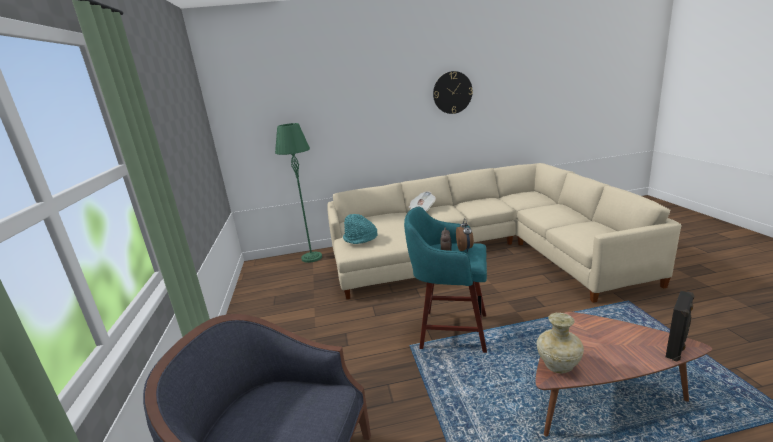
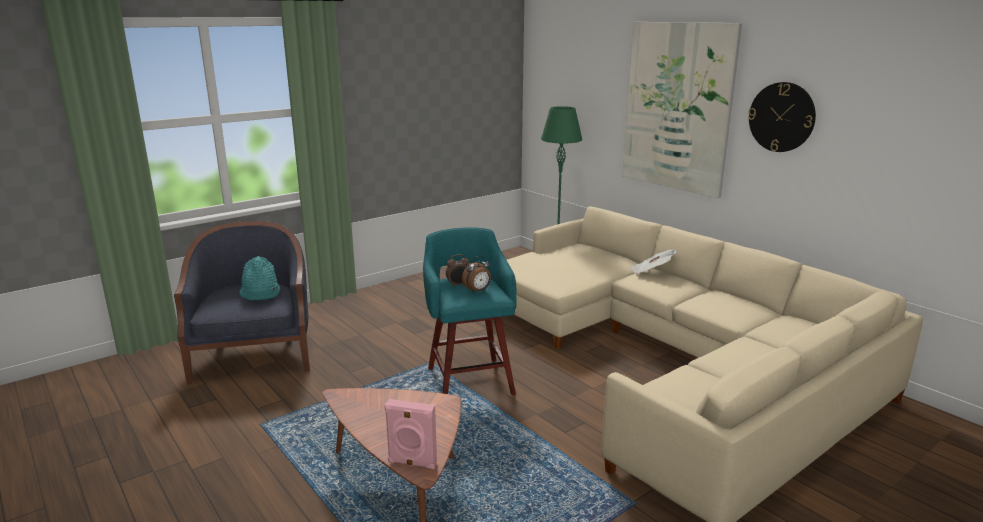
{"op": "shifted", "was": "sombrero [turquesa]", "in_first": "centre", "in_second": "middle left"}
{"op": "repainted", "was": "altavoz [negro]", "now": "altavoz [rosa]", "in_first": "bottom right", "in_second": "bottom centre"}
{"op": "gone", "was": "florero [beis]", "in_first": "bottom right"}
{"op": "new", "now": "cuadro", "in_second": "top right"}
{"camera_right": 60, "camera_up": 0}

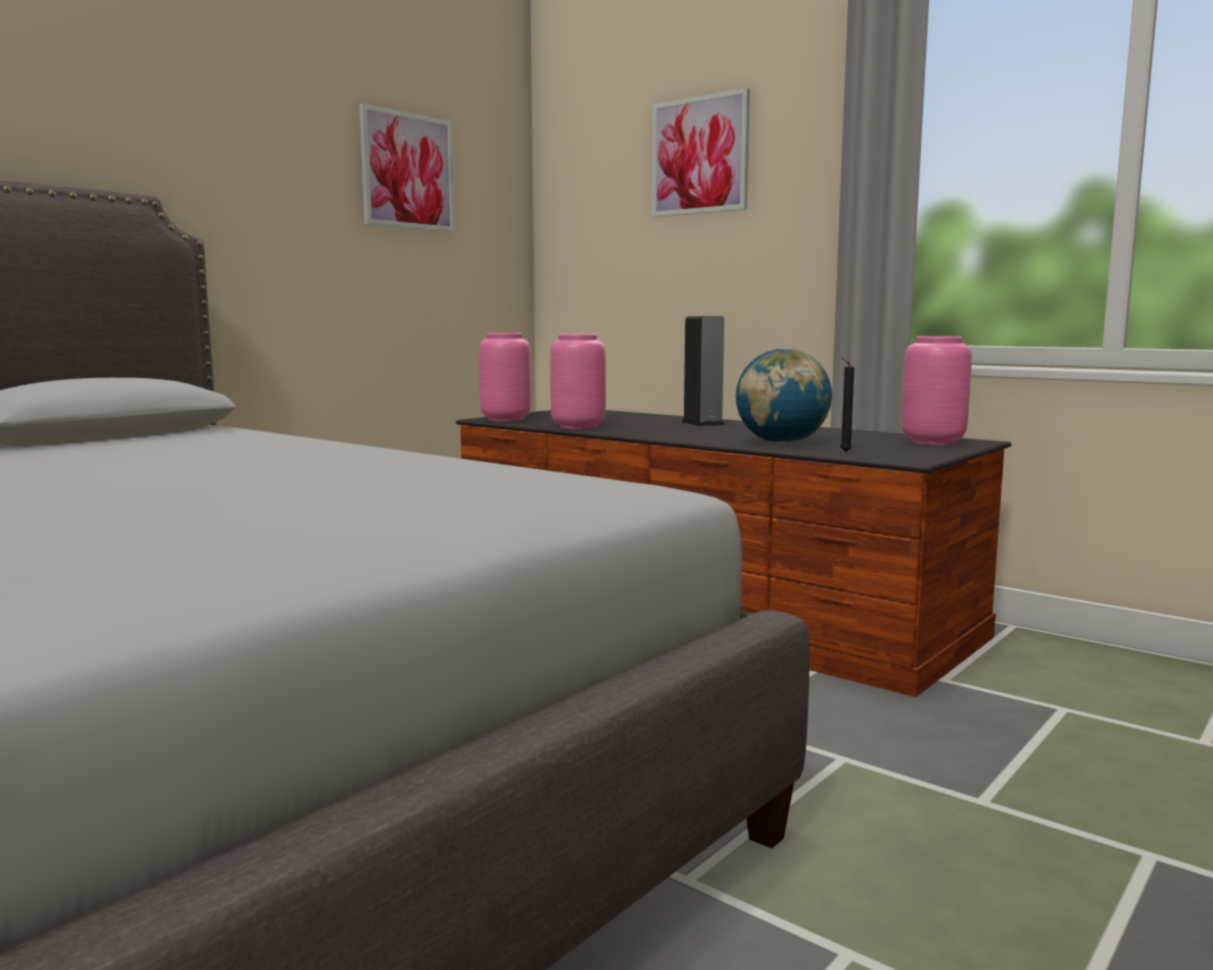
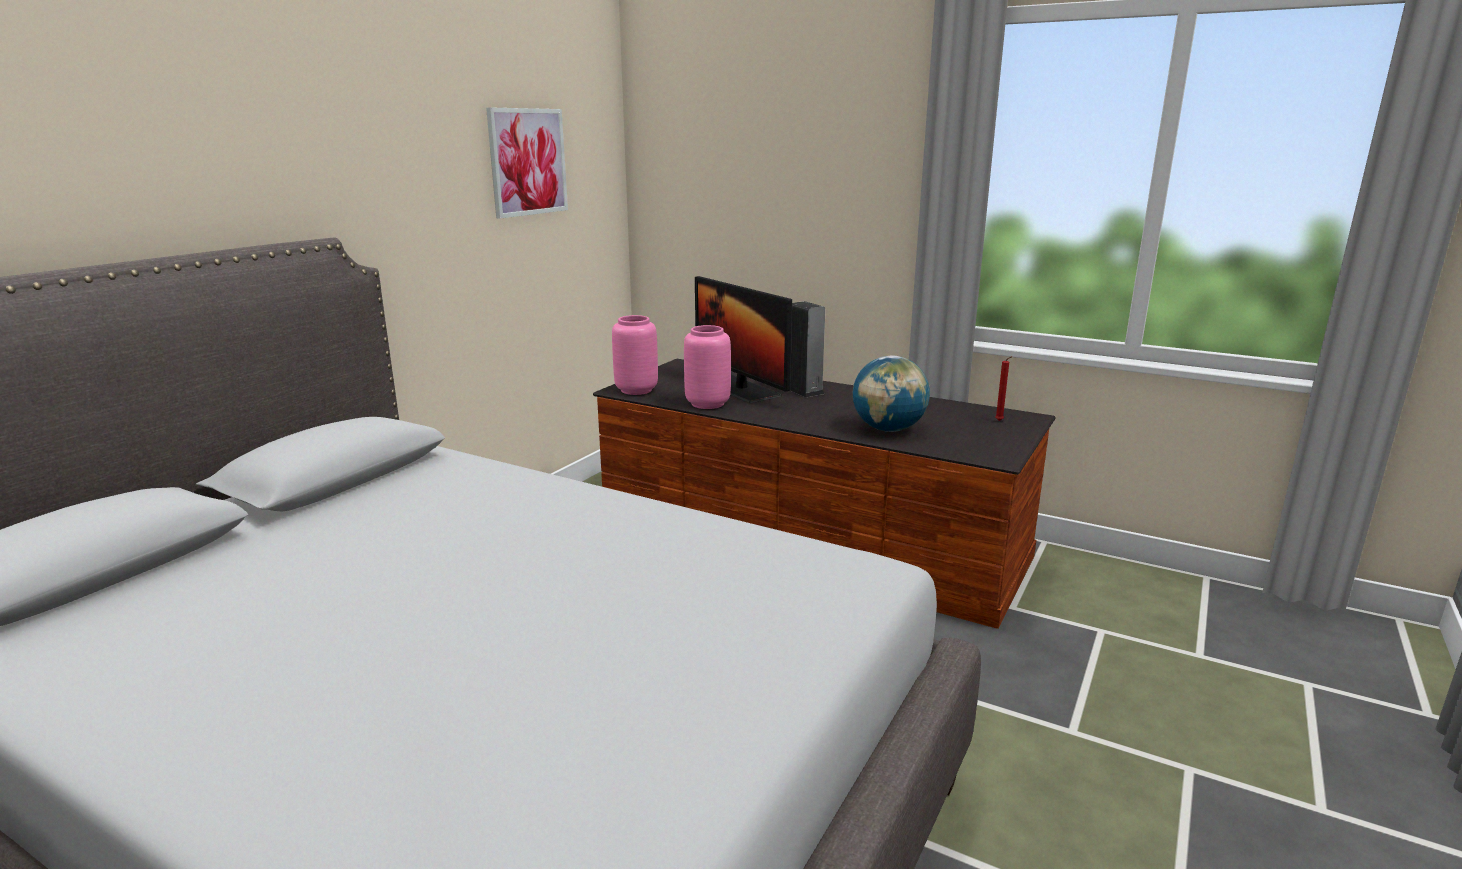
{"op": "gone", "was": "cuadro (no. 2 from left)", "in_first": "top centre"}
{"op": "swapped", "was": "florero [rosa] (no. 3 from left)", "now": "vela [rojo]", "in_first": "middle right", "in_second": "middle right"}
{"op": "gone", "was": "vela [negro]", "in_first": "middle right"}
{"op": "new", "now": "monitor", "in_second": "centre"}
{"camera_right": -10, "camera_up": 10}

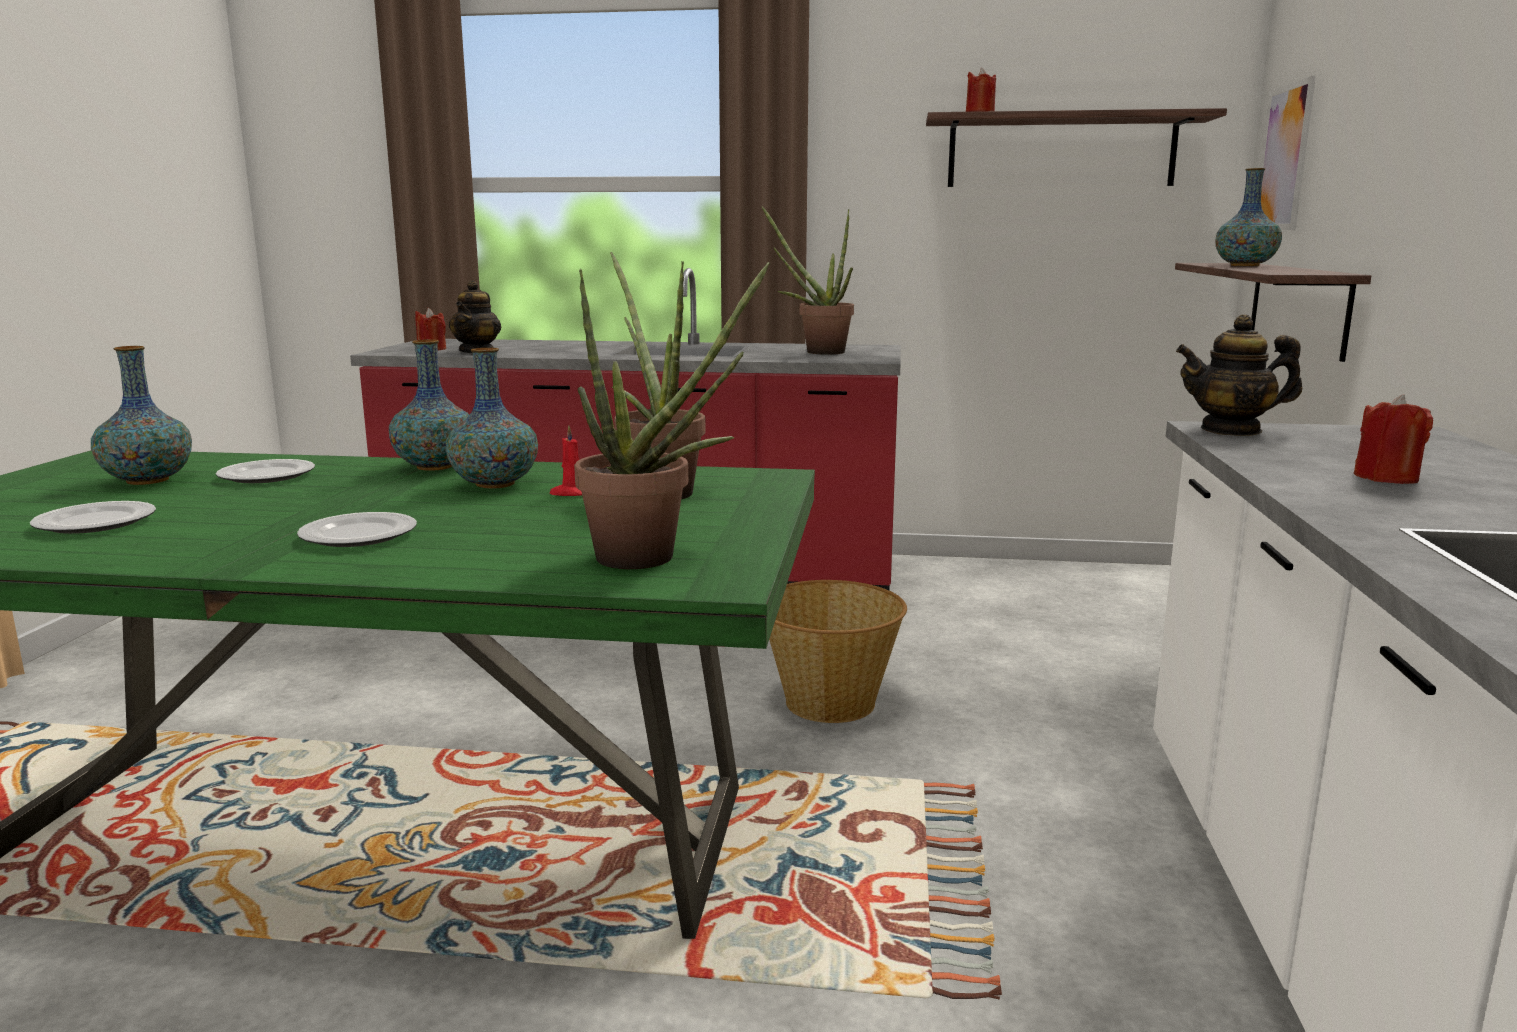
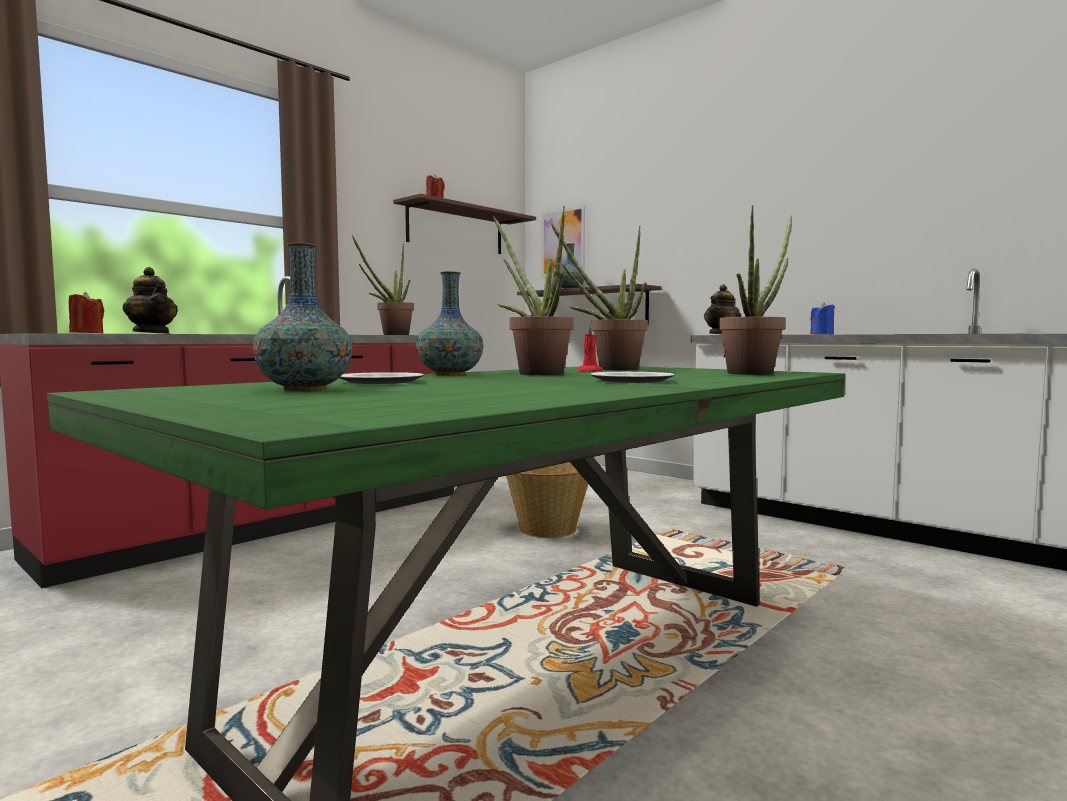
{"op": "swapped", "was": "florero (no. 3 from left)", "now": "planta en maceta (no. 2 from left)", "in_first": "middle left", "in_second": "centre"}
{"op": "repainted", "was": "vela [rojo] (no. 4 from left)", "now": "vela [azul]", "in_first": "middle right", "in_second": "middle right"}
{"op": "gone", "was": "plato (no. 1 from left)", "in_first": "middle left"}
{"camera_right": -55, "camera_up": -10}

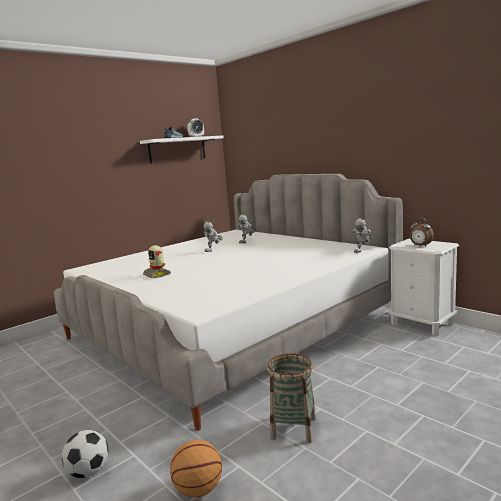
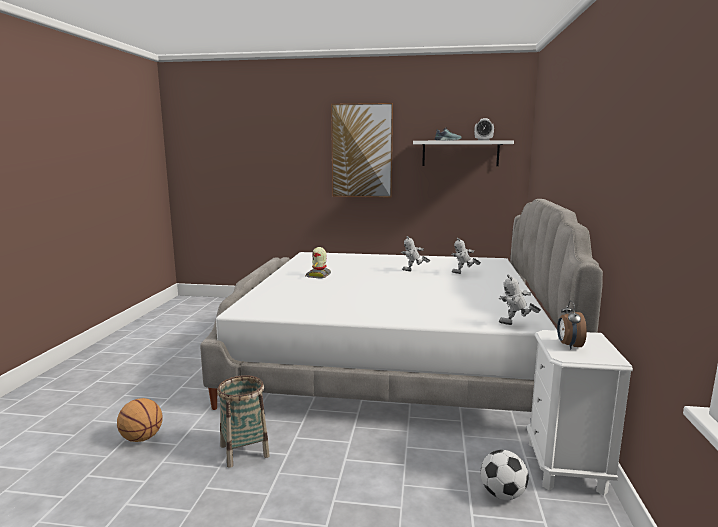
{"op": "shifted", "was": "balón de fútbol", "in_first": "bottom left", "in_second": "bottom right"}
{"op": "new", "now": "cuadro", "in_second": "top centre"}
{"camera_right": 50, "camera_up": 0}

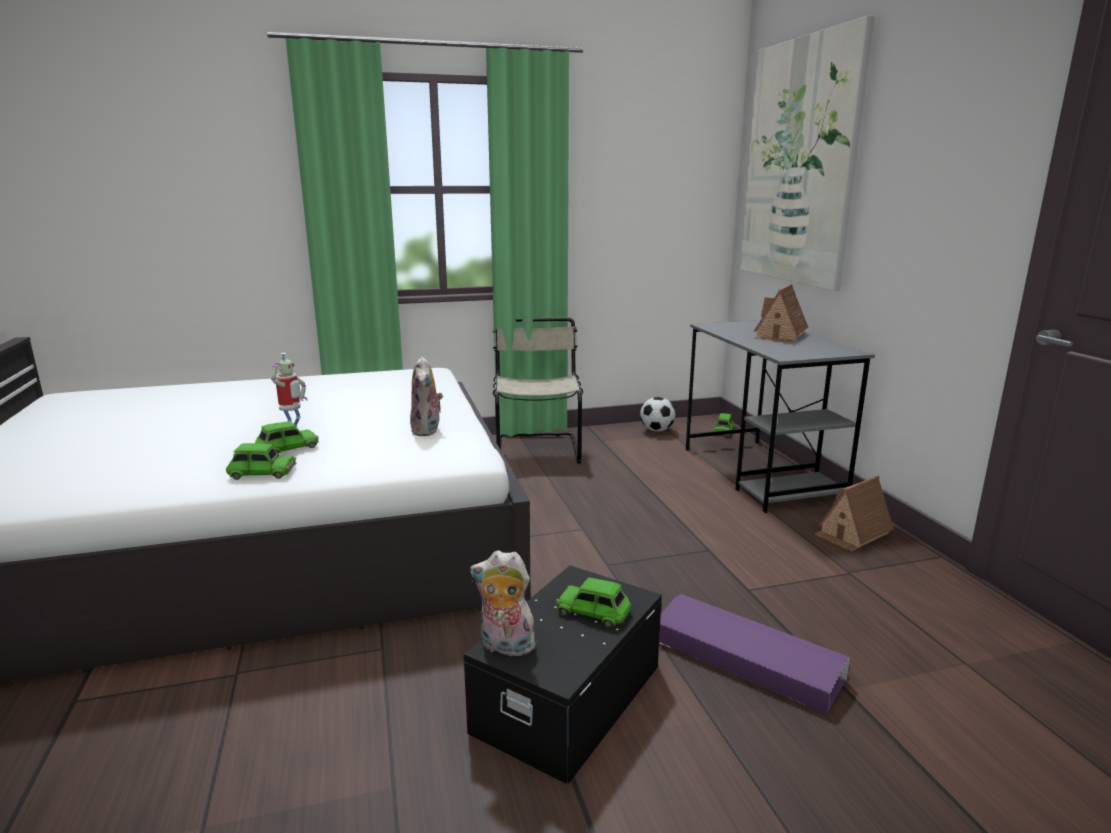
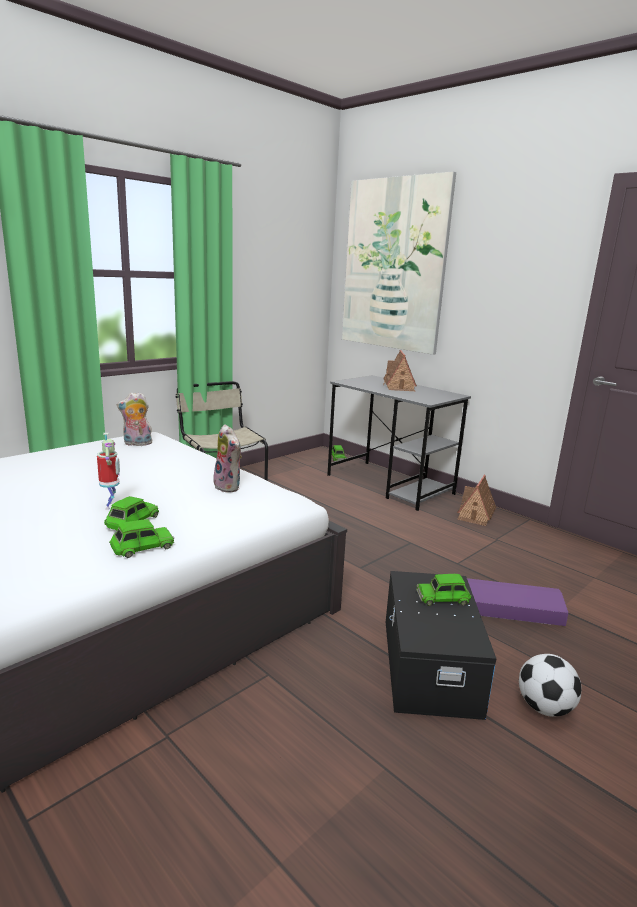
{"op": "shifted", "was": "balón de fútbol", "in_first": "centre", "in_second": "bottom right"}
{"op": "shifted", "was": "peluche (no. 2 from left in the first image)", "now": "peluche (no. 1 from left)", "in_first": "bottom centre", "in_second": "middle left"}
{"camera_right": -30, "camera_up": 0}

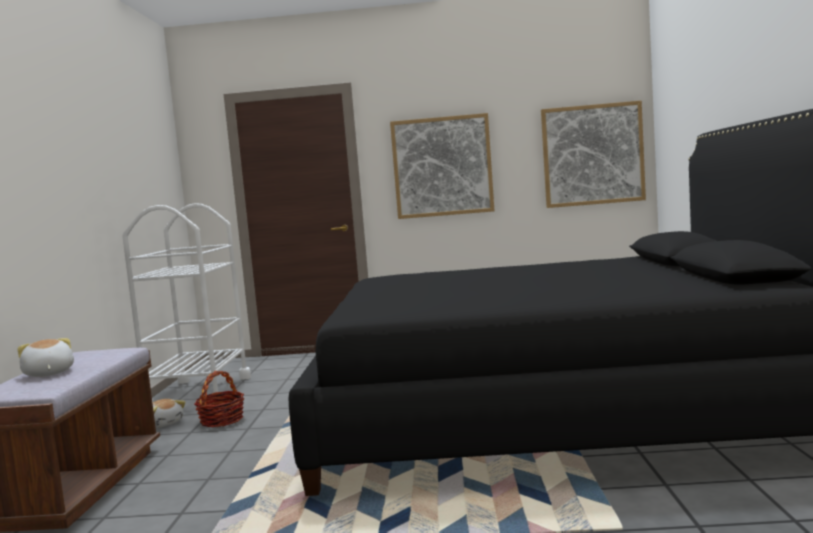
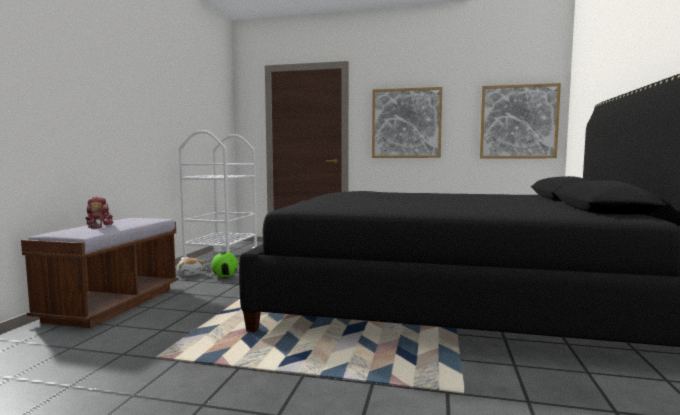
{"op": "swapped", "was": "peluche (no. 1 from left)", "now": "robot de juguete", "in_first": "bottom left", "in_second": "middle left"}
{"op": "swapped", "was": "cesta", "now": "balón de fútbol", "in_first": "bottom left", "in_second": "middle left"}
{"camera_right": 10, "camera_up": 0}

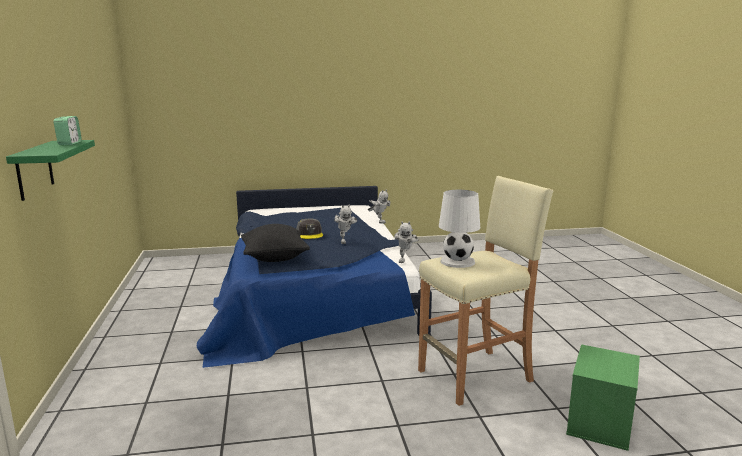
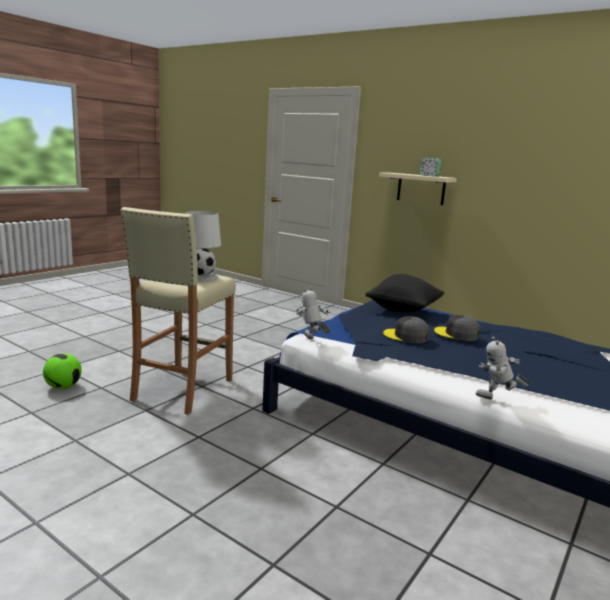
{"op": "repainted", "was": "estante [verde]", "now": "estante [beis]", "in_first": "middle left", "in_second": "top right"}
{"op": "swapped", "was": "robot de juguete (no. 1 from left)", "now": "gorra [gris] (no. 1 from left)", "in_first": "centre", "in_second": "centre"}
{"op": "swapped", "was": "caja de almacenaje [verde]", "now": "balón de fútbol", "in_first": "bottom right", "in_second": "middle left"}
{"camera_right": 135, "camera_up": 0}

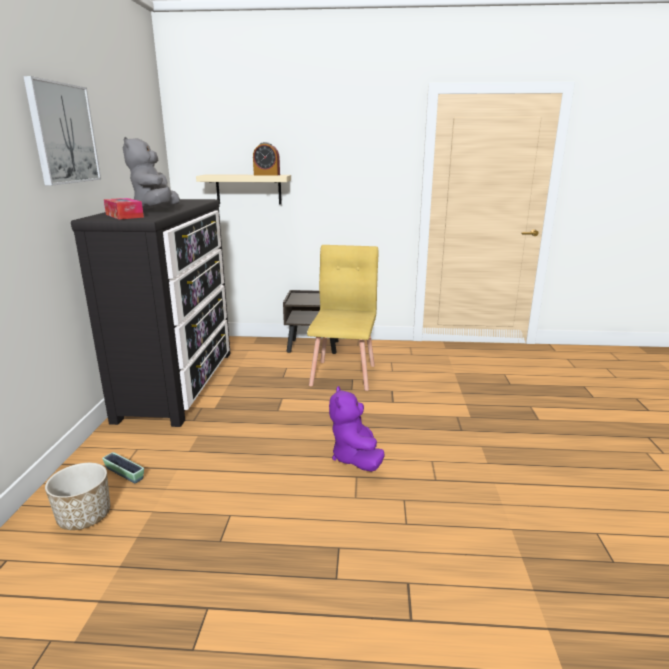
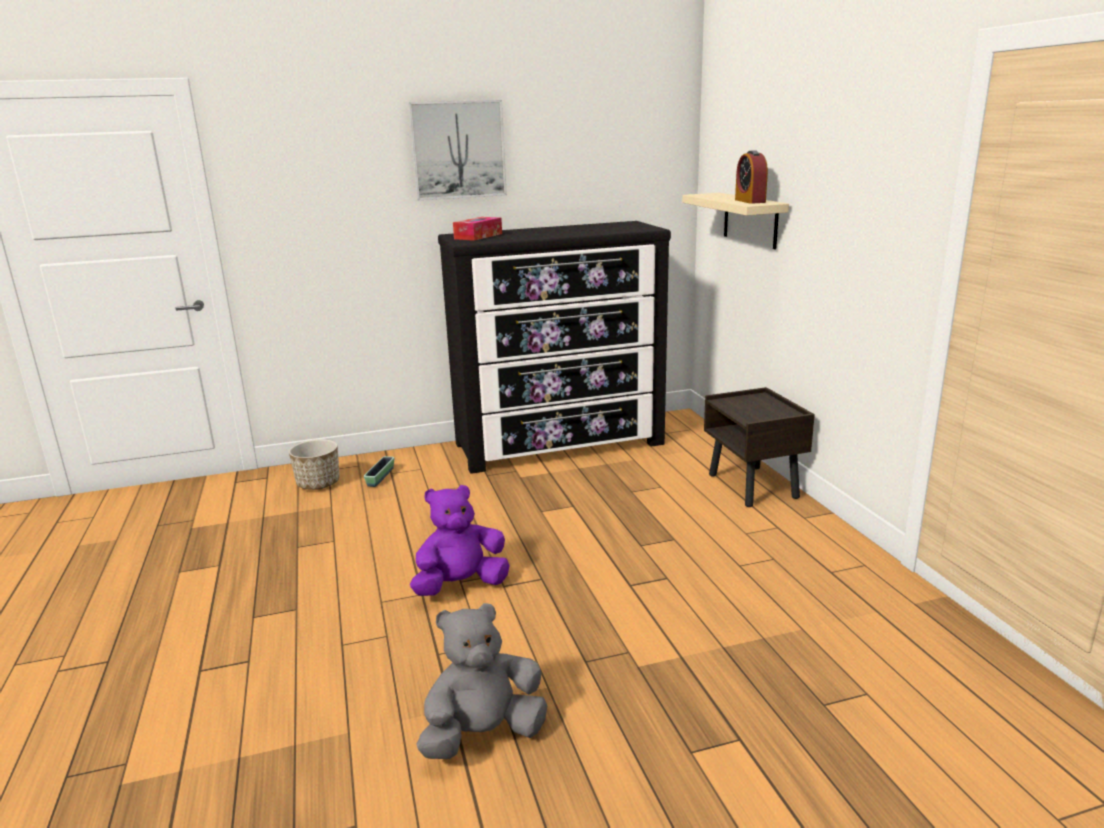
{"op": "shifted", "was": "peluche [gris]", "in_first": "top left", "in_second": "bottom centre"}
{"op": "gone", "was": "silla [amarillo]", "in_first": "centre"}
{"camera_right": 70, "camera_up": 0}

